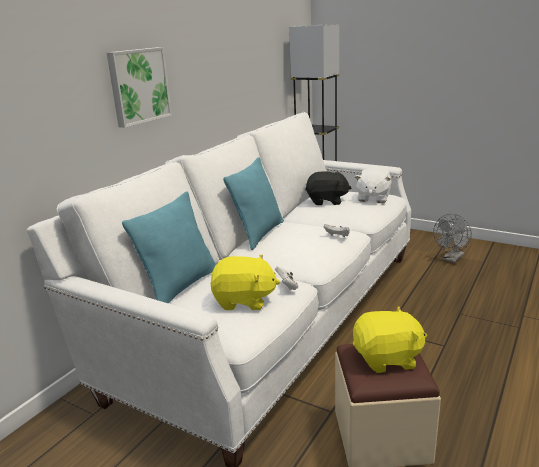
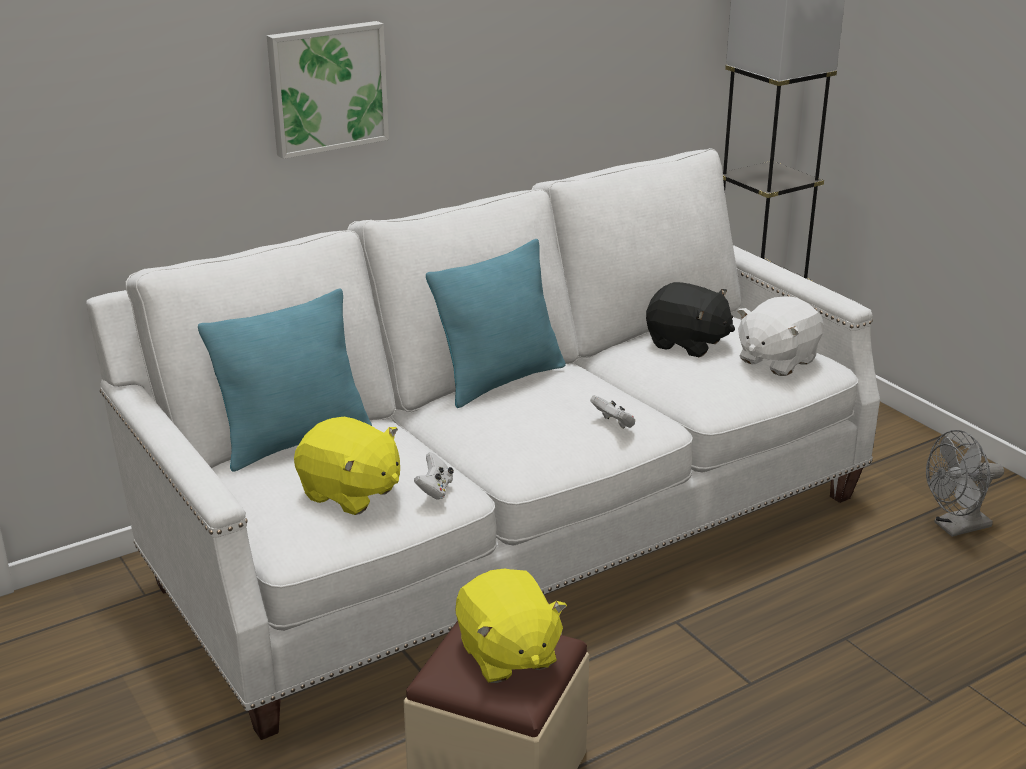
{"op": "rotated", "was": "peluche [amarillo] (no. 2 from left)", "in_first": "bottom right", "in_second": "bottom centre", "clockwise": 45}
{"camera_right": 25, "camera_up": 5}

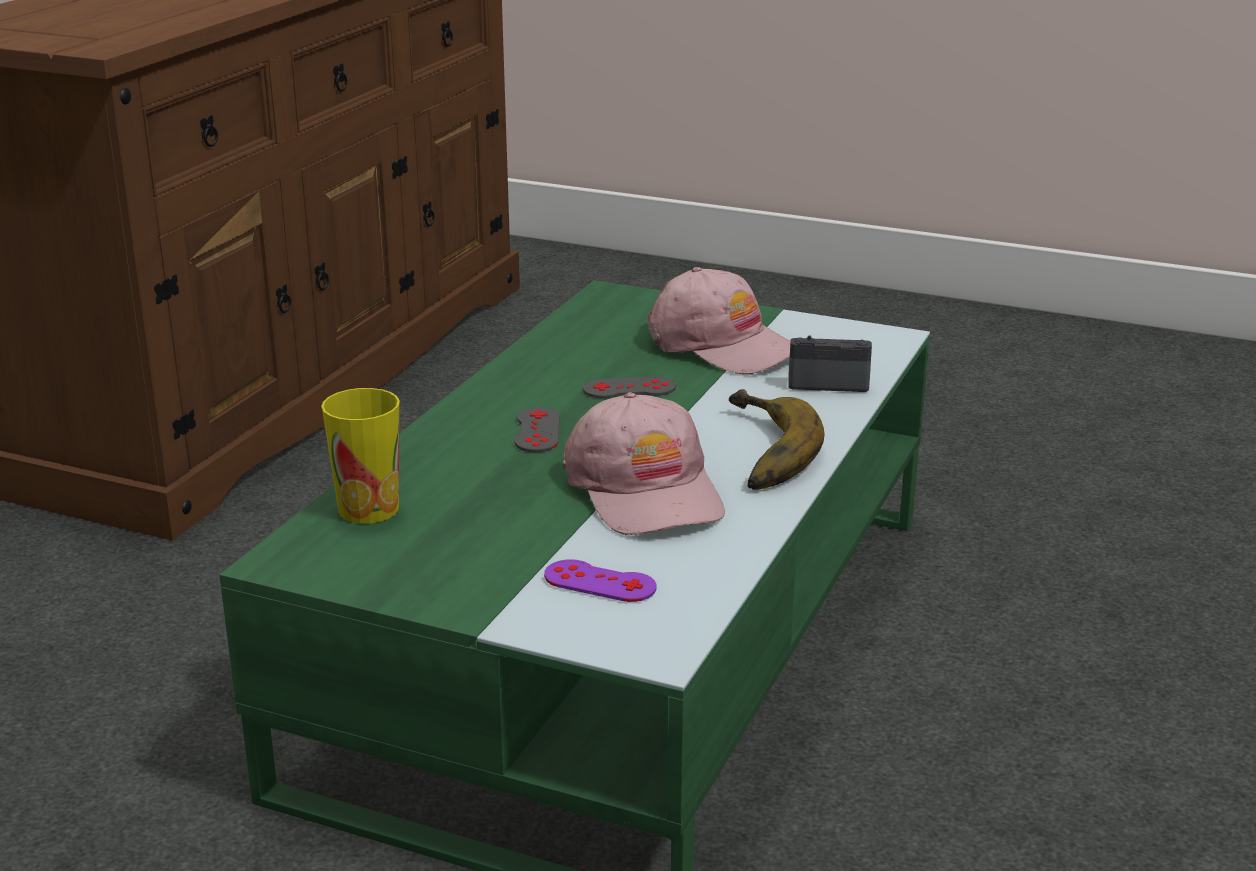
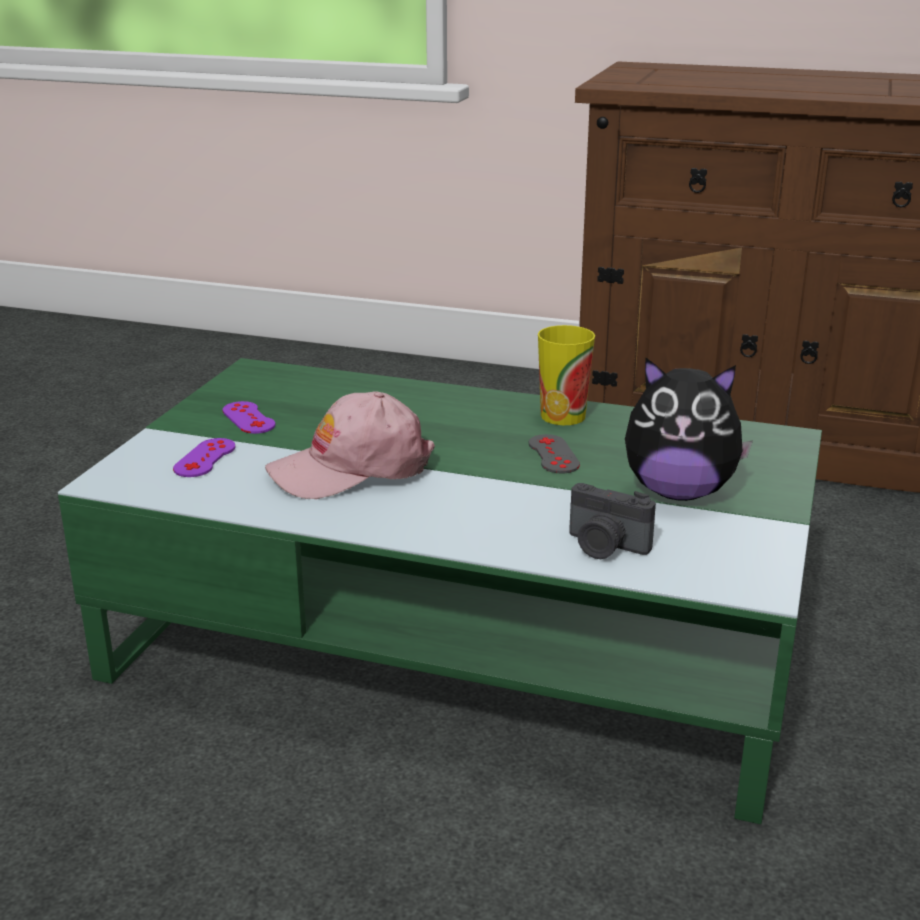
{"op": "swapped", "was": "gorra [rosa] (no. 2 from left)", "now": "peluche", "in_first": "centre", "in_second": "middle right"}
{"op": "rotated", "was": "cámara", "in_first": "centre", "in_second": "centre", "clockwise": 120}
{"op": "shifted", "was": "taza", "in_first": "middle left", "in_second": "centre"}
{"op": "gone", "was": "plátano", "in_first": "centre"}
{"op": "gone", "was": "mando de consola [gris] (no. 1 from left)", "in_first": "centre"}
{"op": "new", "now": "mando de consola [morado] (no. 2 from left)", "in_second": "middle left"}
{"camera_right": 85, "camera_up": 0}

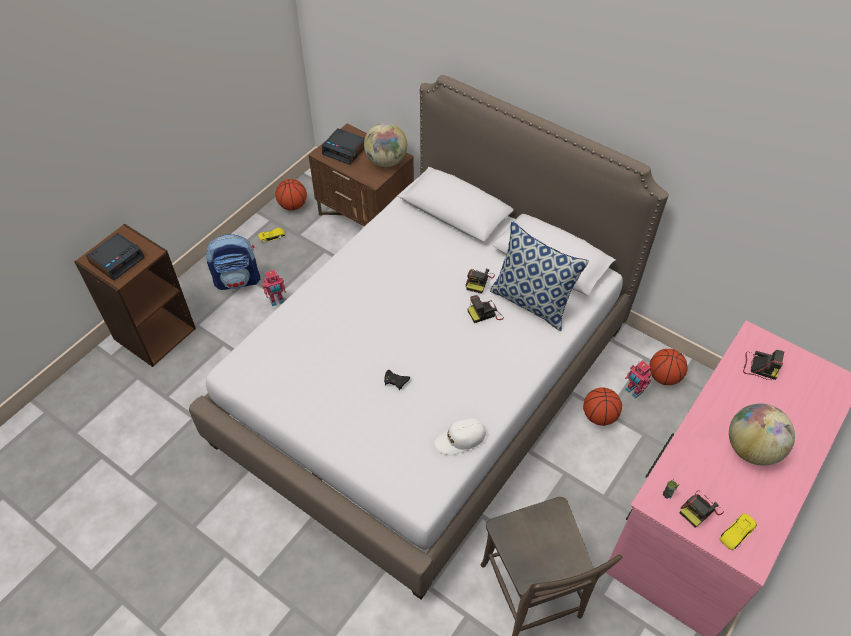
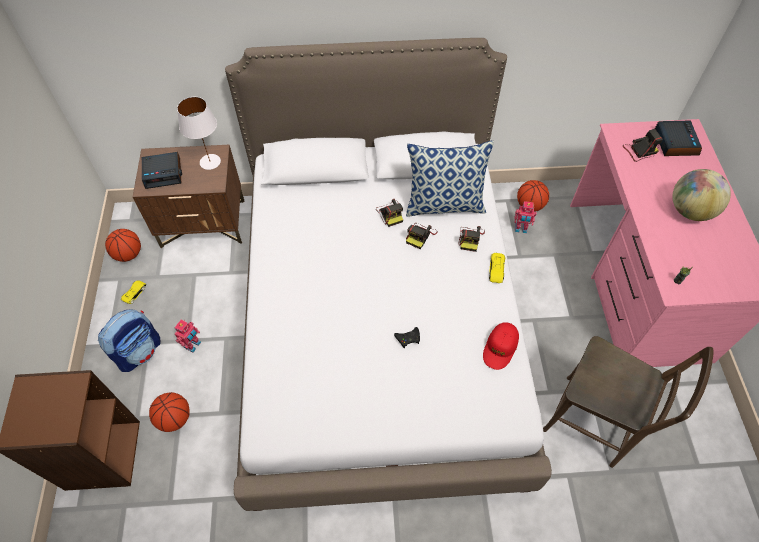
{"op": "swapped", "was": "globo terráqueo (no. 1 from left)", "now": "lámpara de mesa [blanco]", "in_first": "top centre", "in_second": "top left"}
{"op": "shifted", "was": "despertador (no. 1 from left in the first image)", "now": "despertador (no. 2 from left)", "in_first": "middle left", "in_second": "top right"}
{"op": "shifted", "was": "balón de baloncesto (no. 2 from left)", "in_first": "middle right", "in_second": "bottom left"}
{"op": "repainted", "was": "gorra [blanco]", "now": "gorra [rojo]", "in_first": "bottom centre", "in_second": "centre"}
{"op": "shifted", "was": "cámara (no. 3 from left)", "in_first": "bottom right", "in_second": "centre"}
{"op": "shifted", "was": "coche de juguete [amarillo] (no. 2 from left)", "in_first": "bottom right", "in_second": "centre"}
{"camera_right": -40, "camera_up": 5}

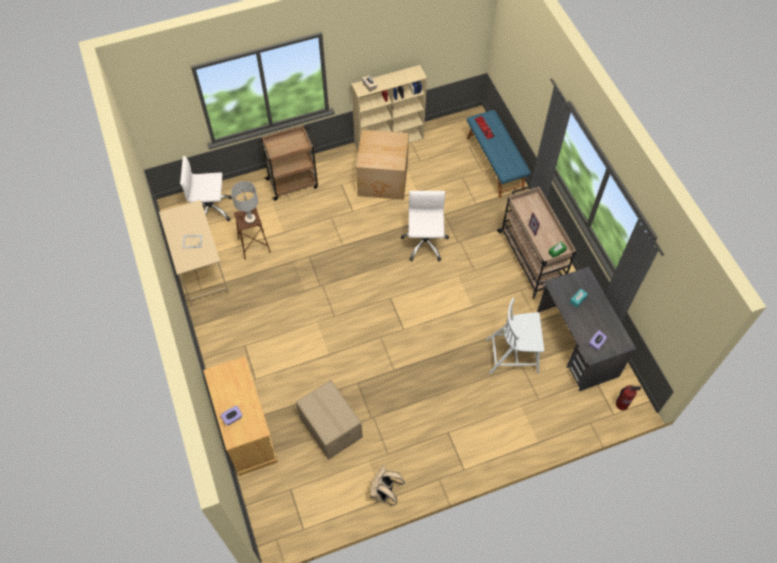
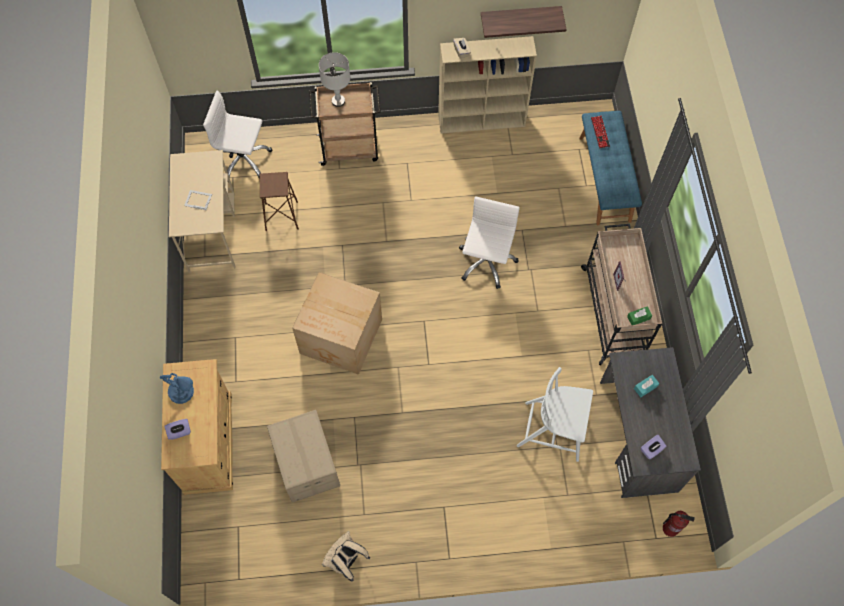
{"op": "shifted", "was": "caja de cartón (no. 2 from left)", "in_first": "top centre", "in_second": "centre"}
{"op": "shifted", "was": "lámpara de mesa [gris]", "in_first": "middle left", "in_second": "top centre"}
{"op": "new", "now": "estante", "in_second": "top centre"}
{"op": "new", "now": "lámpara de mesa [azul]", "in_second": "middle left"}
{"camera_right": 15, "camera_up": 5}

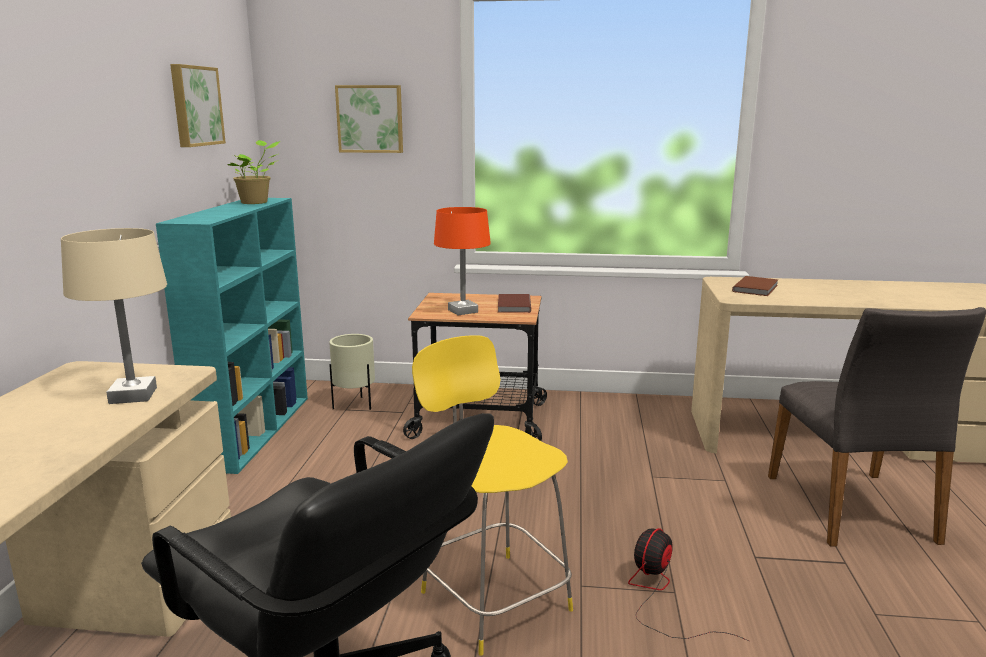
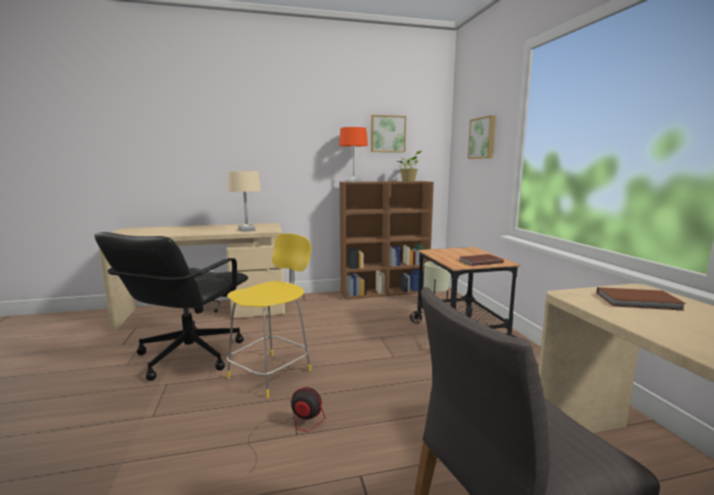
{"op": "repainted", "was": "estantería [turquesa]", "now": "estantería [marrón]", "in_first": "middle left", "in_second": "centre"}
{"op": "shifted", "was": "lámpara de mesa [naranja]", "in_first": "centre", "in_second": "top centre"}
{"camera_right": 70, "camera_up": -5}

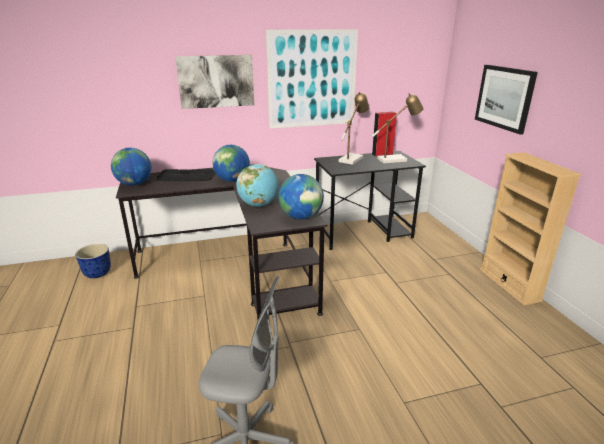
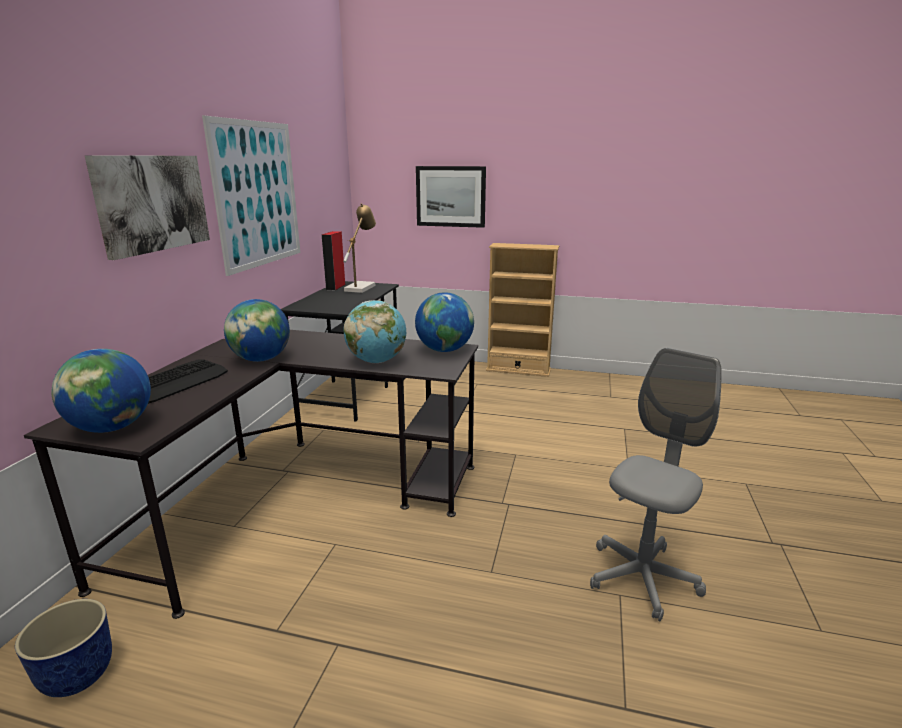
{"op": "gone", "was": "lámpara de mesa (no. 1 from left)", "in_first": "top centre"}
{"camera_right": -60, "camera_up": -5}

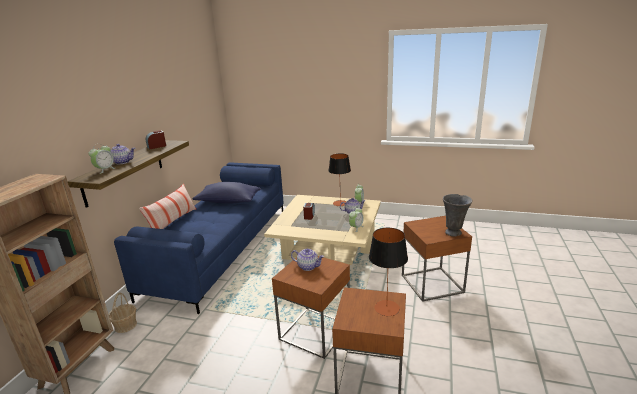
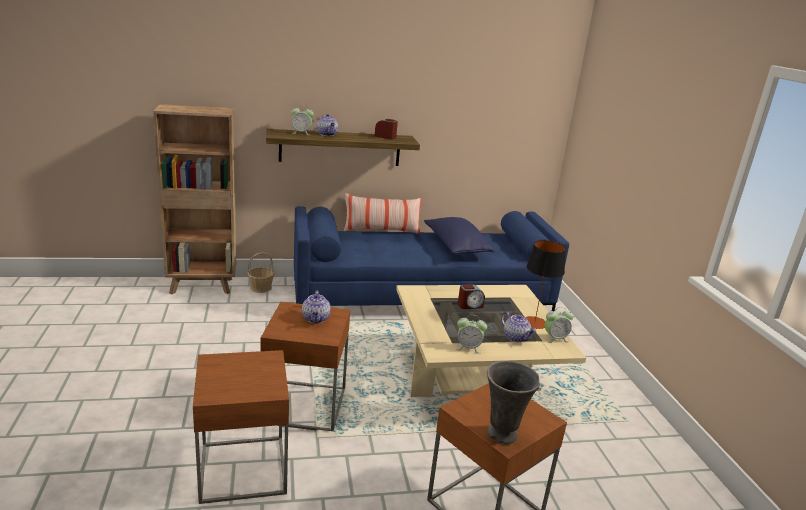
{"op": "gone", "was": "lámpara de mesa (no. 2 from left)", "in_first": "bottom centre"}
{"camera_right": 60, "camera_up": 0}

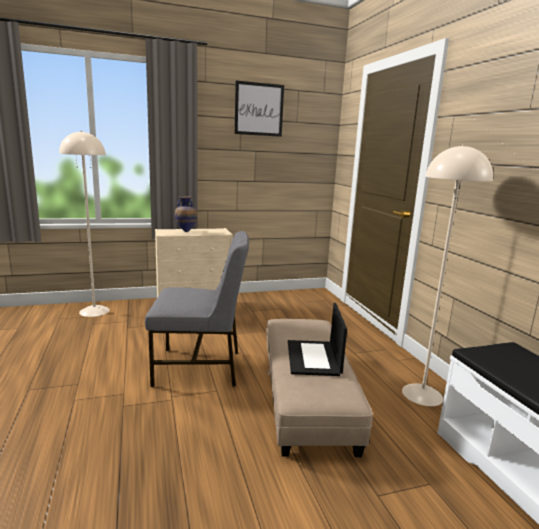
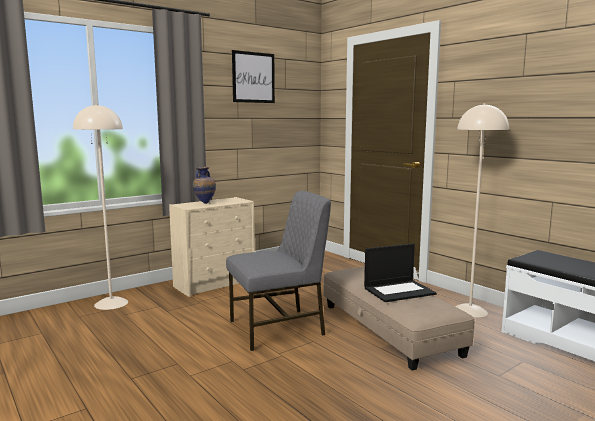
{"op": "rotated", "was": "portátil", "in_first": "centre", "in_second": "middle right", "clockwise": -90}
{"camera_right": -20, "camera_up": -5}

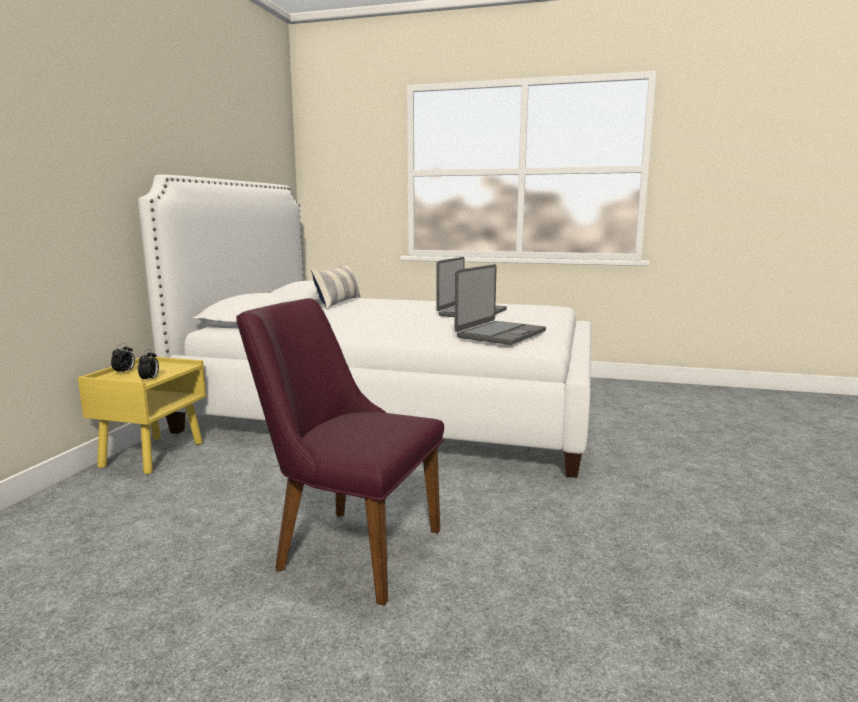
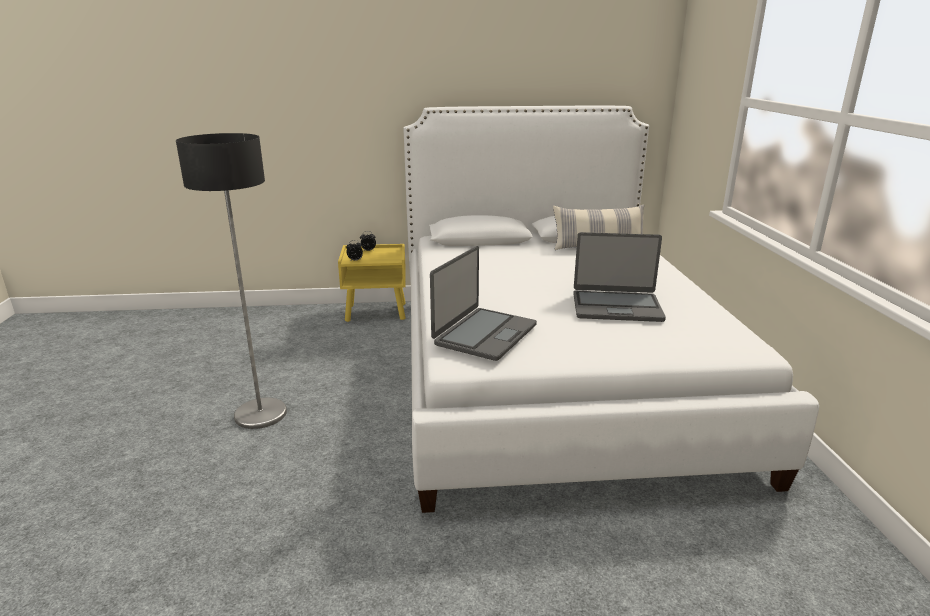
{"op": "rotated", "was": "portátil (no. 2 from left in the first image)", "in_first": "centre", "in_second": "centre", "clockwise": -75}
{"op": "swapped", "was": "silla [morado]", "now": "lámpara de pie", "in_first": "centre", "in_second": "middle left"}
{"camera_right": 70, "camera_up": 10}

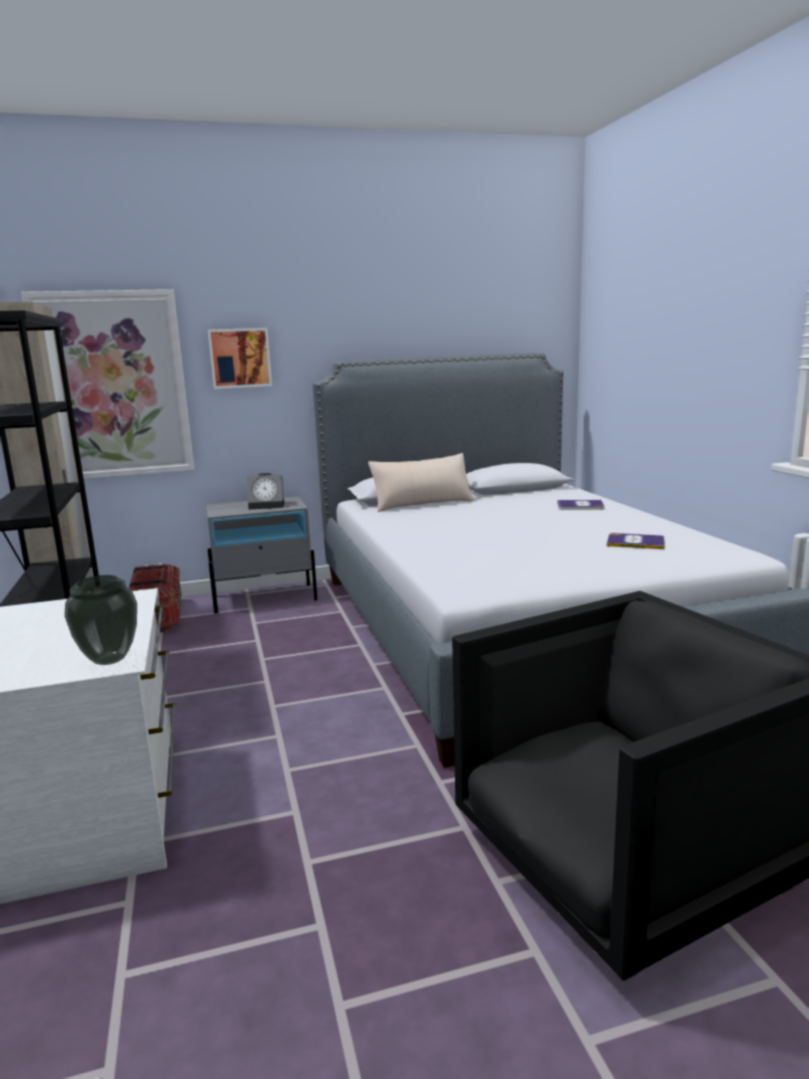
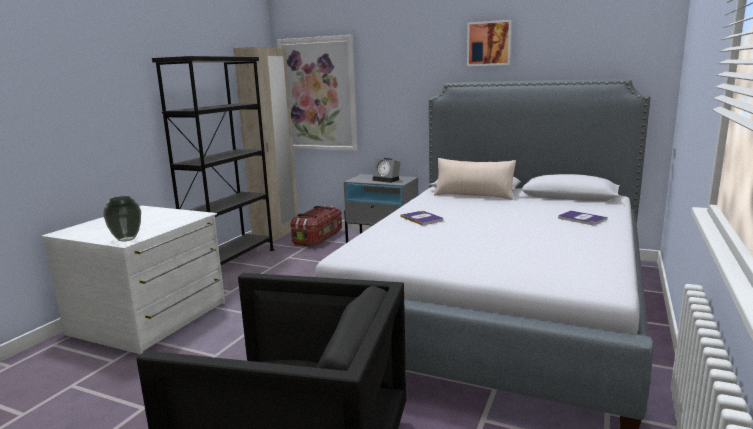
{"op": "shifted", "was": "cuadro (no. 2 from left)", "in_first": "top left", "in_second": "top centre"}
{"op": "shifted", "was": "libro (no. 2 from left in the first image)", "now": "libro (no. 1 from left)", "in_first": "middle right", "in_second": "centre"}
{"camera_right": 40, "camera_up": 0}

